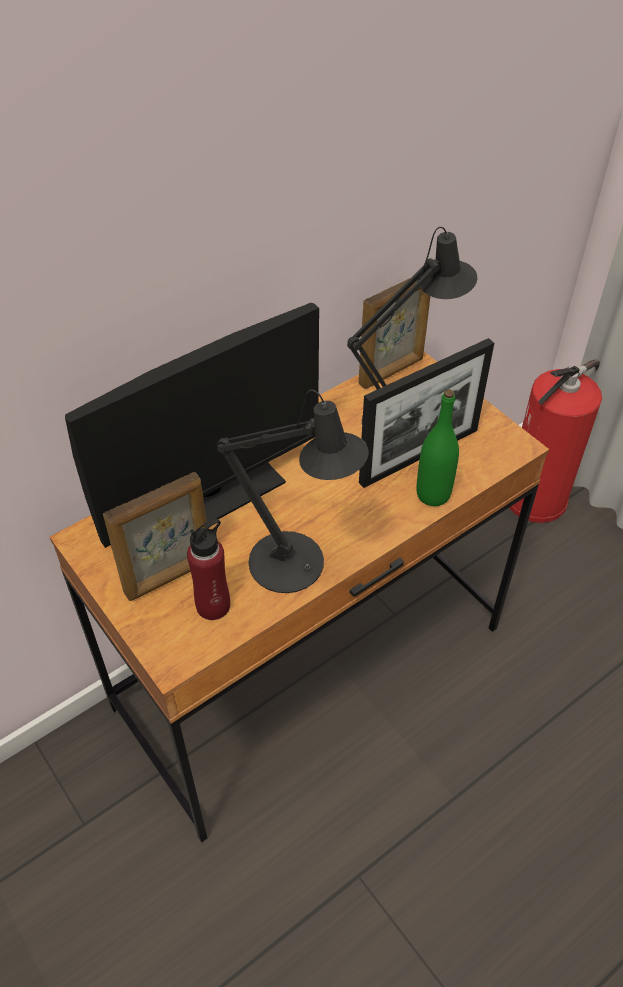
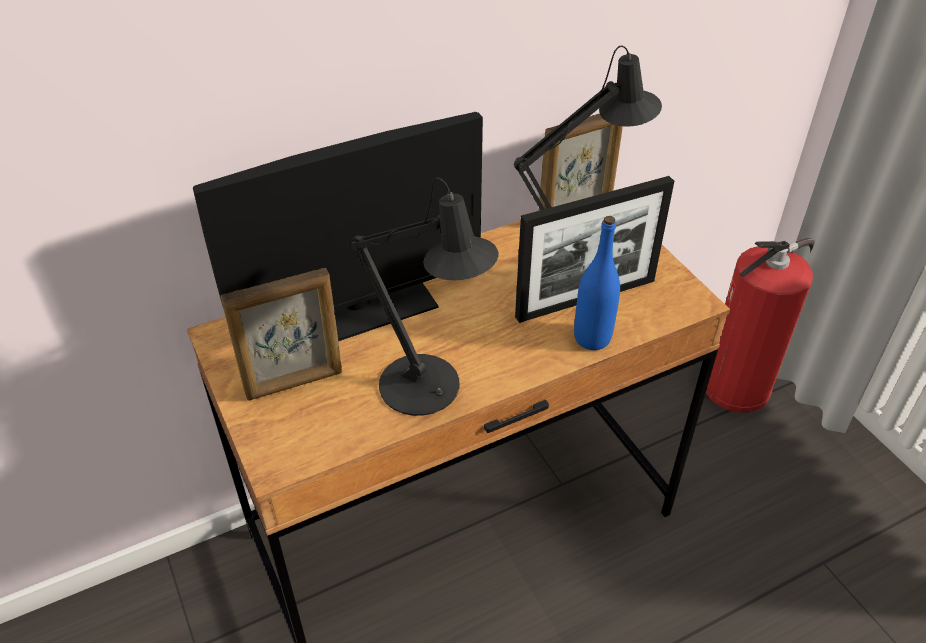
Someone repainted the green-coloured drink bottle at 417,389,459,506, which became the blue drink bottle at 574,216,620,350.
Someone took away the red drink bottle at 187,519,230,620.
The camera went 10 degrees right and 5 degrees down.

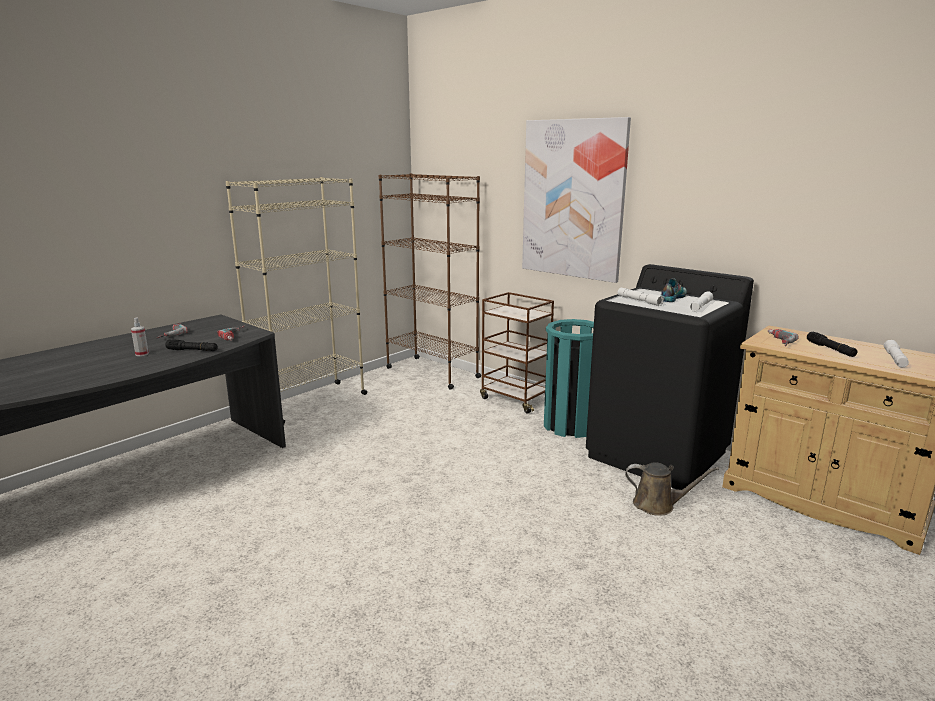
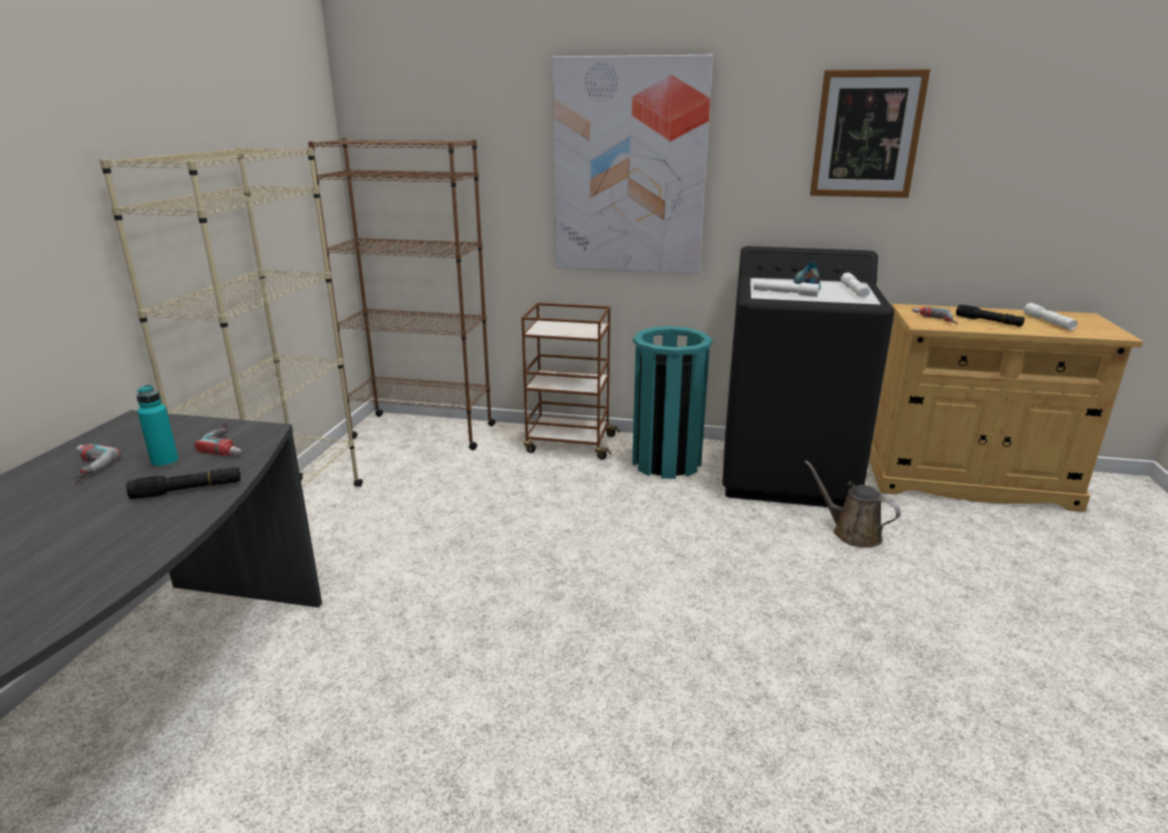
Someone took away the sprayer at 131,317,149,356.
Someone rotated the brown sprinkling can at 625,463,719,516 by 120 degrees counterclockwise.
Someone put up the wall art at 810,69,930,198.
Someone put down the blue-green drink bottle at 136,385,179,469.
The camera went 30 degrees left and 5 degrees up.

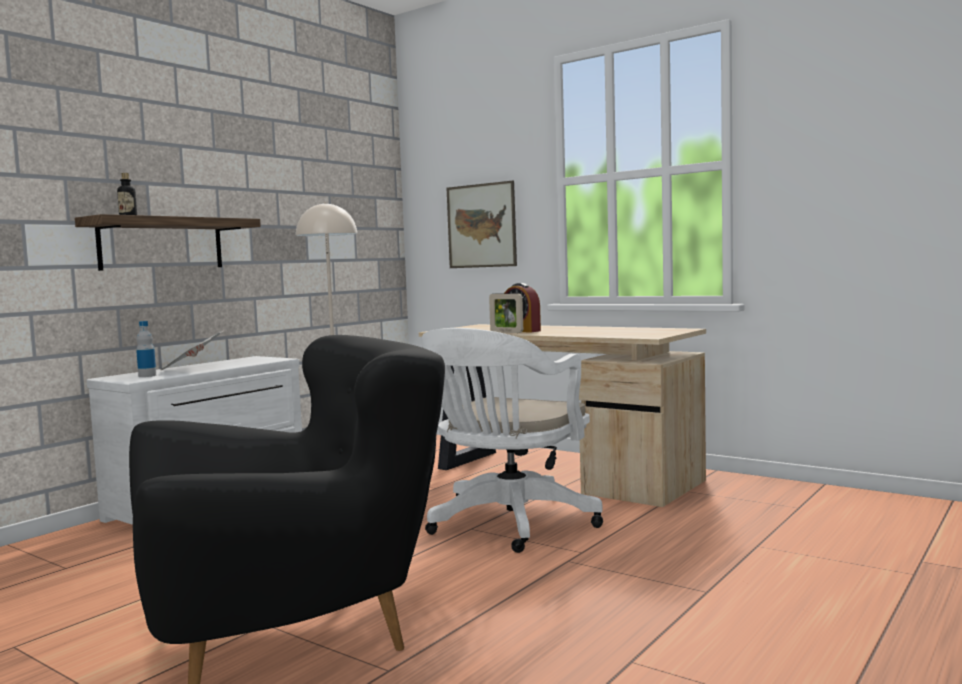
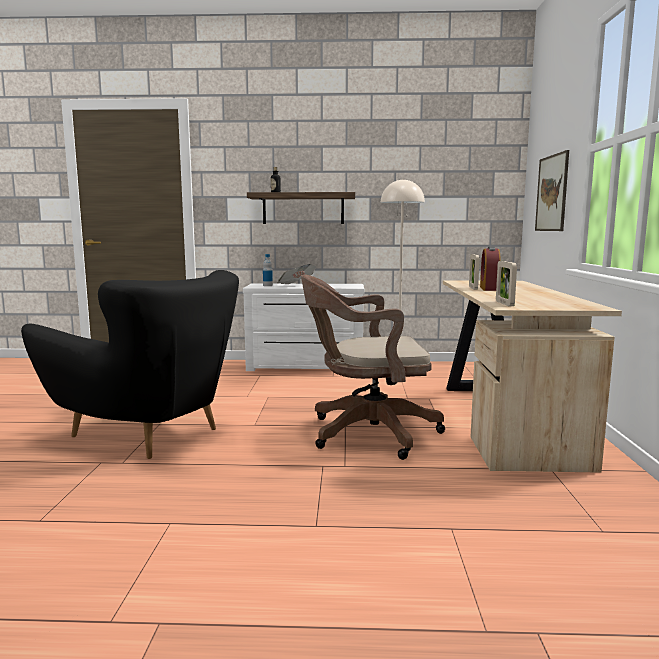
Someone repainted the whitish computer chair at 422,328,603,553, which became the brown computer chair at 301,275,445,460.
Someone put down the standing frame at 496,261,517,306.
The camera went 55 degrees right and 5 degrees up.

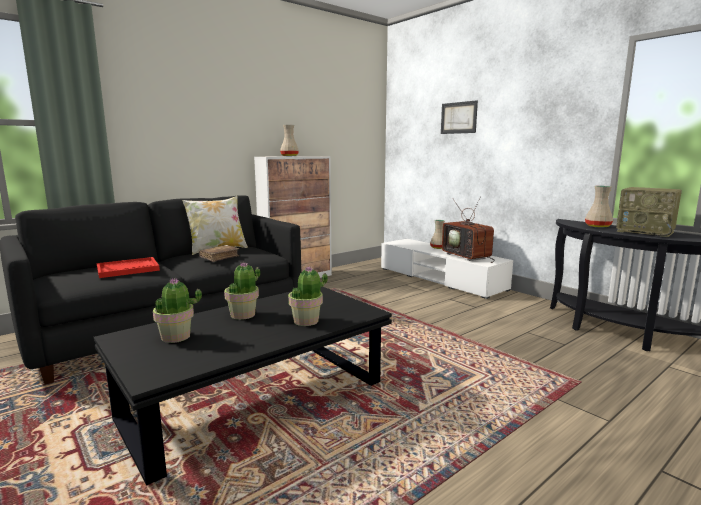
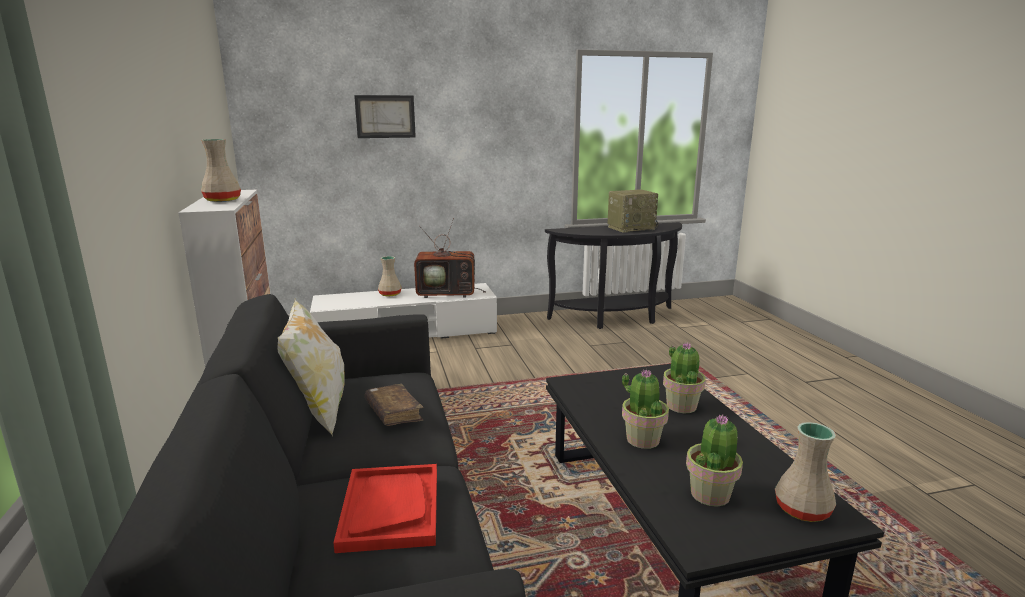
Someone carried the beige vase from 585,186,613,228 to 775,422,836,522.
The camera went 65 degrees left and 5 degrees up.

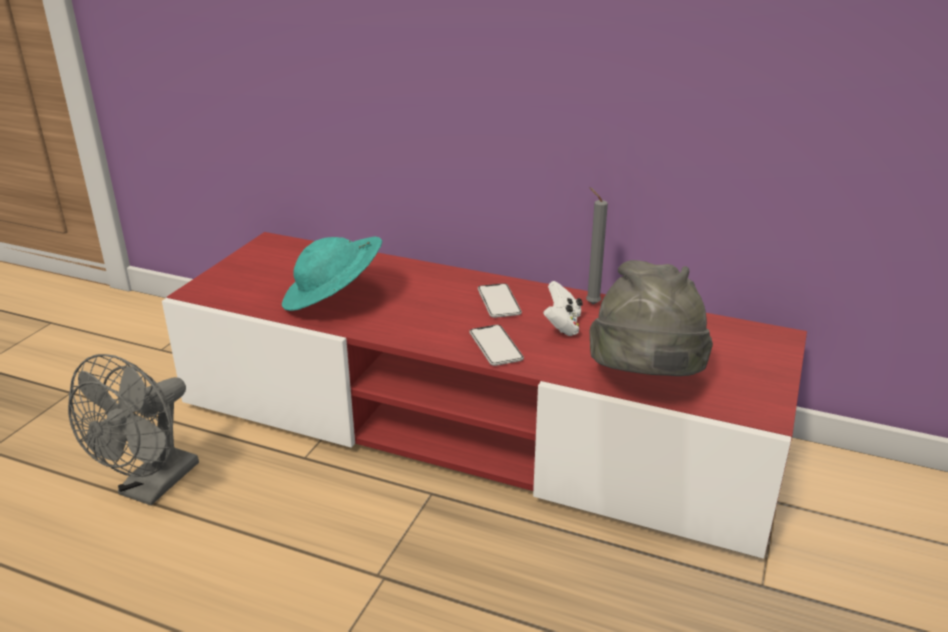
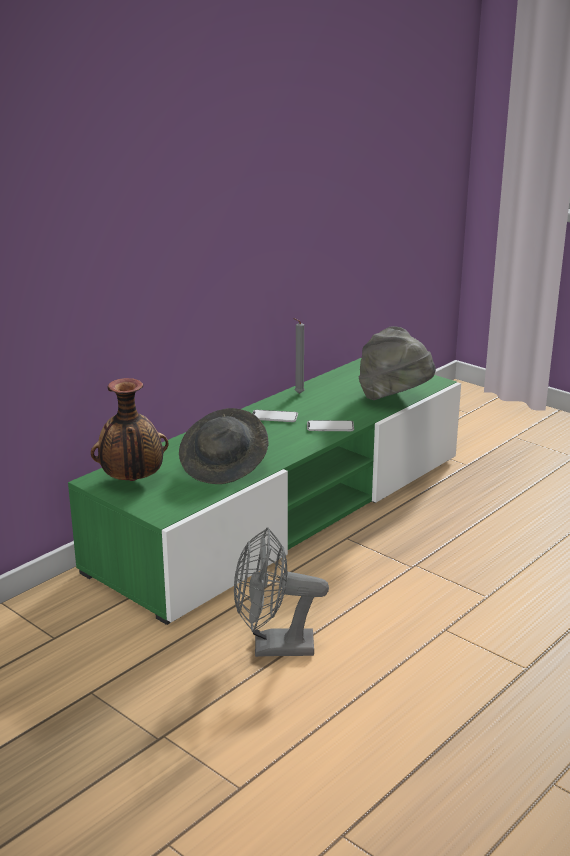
Someone repainted the red tv stand at 162,232,807,559, which became the green-coloured tv stand at 68,358,461,625.
Someone repainted the blue-green hat at 282,237,382,311, which became the grey hat at 179,408,269,484.
Someone took away the whitish game controller at 543,281,583,336.
Someone rotated the grey electric fan at 68,354,199,506 by 135 degrees clockwise.
Someone put down the vase at 91,378,168,481.
The camera went 70 degrees left and 5 degrees down.

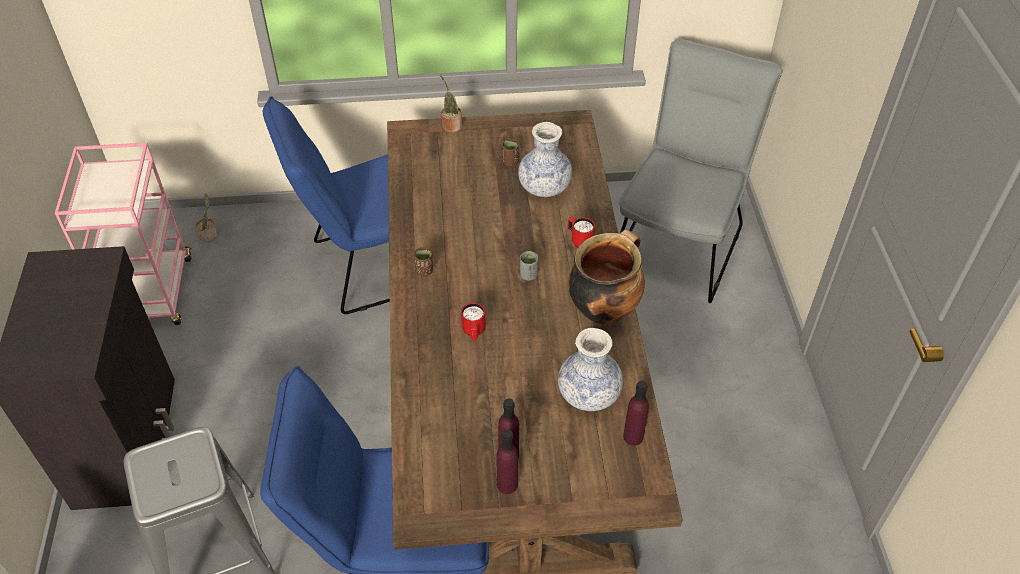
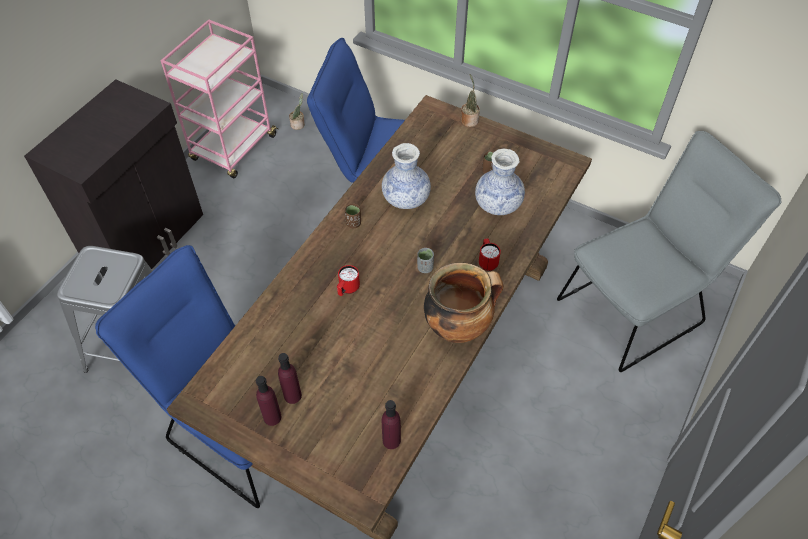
Someone carried the vase from 558,328,623,411 to 382,143,431,209.
The camera went 35 degrees right and 5 degrees up.

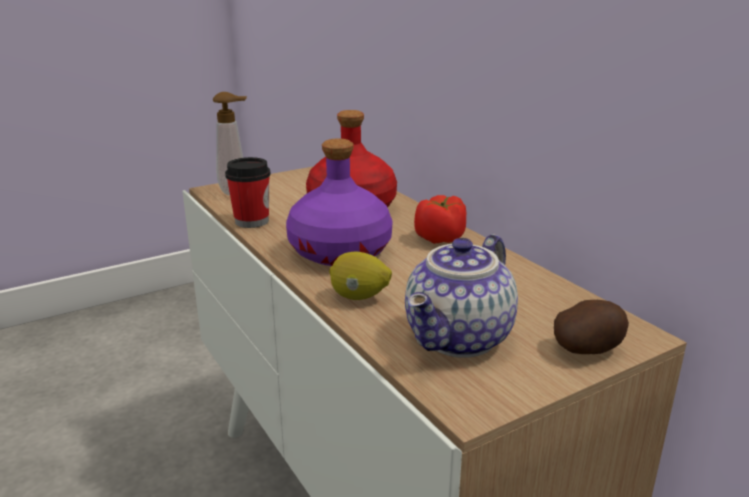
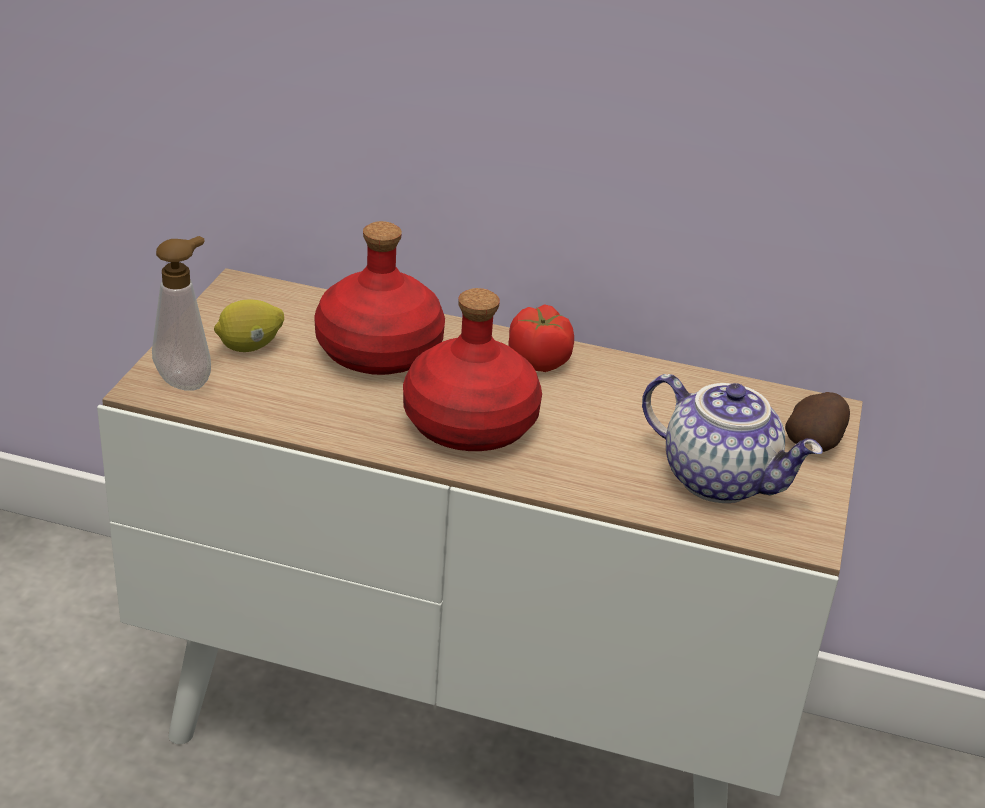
Someone repainted the purple-coloured drink bottle at 286,139,393,266, which became the red drink bottle at 403,288,542,451.
Someone took away the small cup at 225,157,271,228.
Someone rotated the tea pot at 405,234,518,358 by 45 degrees counterclockwise.
Someone carried the citrus fruit from 329,252,392,300 to 214,300,284,352.
The camera went 45 degrees left and 10 degrees up.

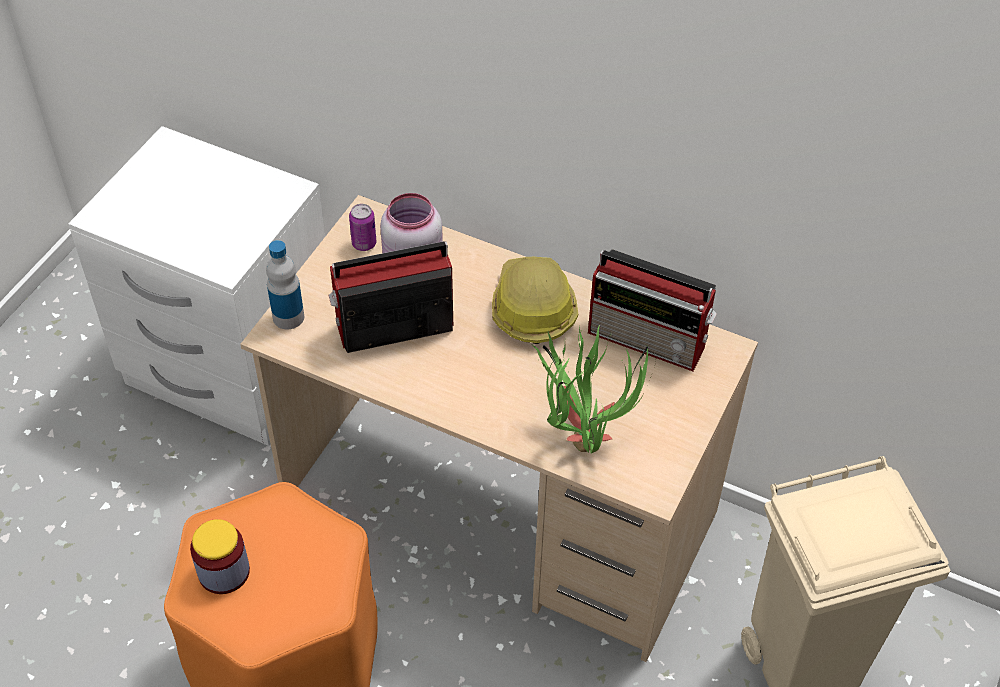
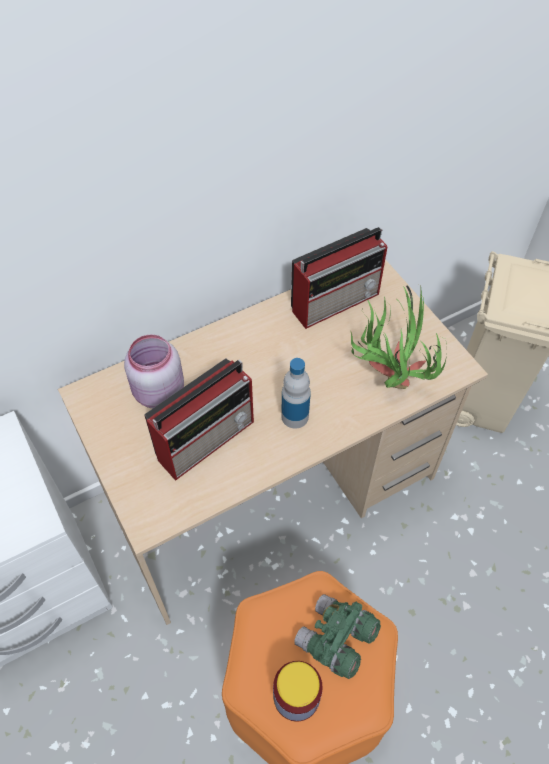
Someone took away the metal can at 349,204,376,251.
Someone carried the drink bottle from 266,240,304,329 to 281,358,311,429.
Someone rotated the radio at 328,241,453,353 by 150 degrees counterclockwise.
Someone took away the work helmet at 492,257,578,344.
Someone put down the green-coloured binoculars at 294,594,381,679.
The camera went 55 degrees left and 5 degrees up.

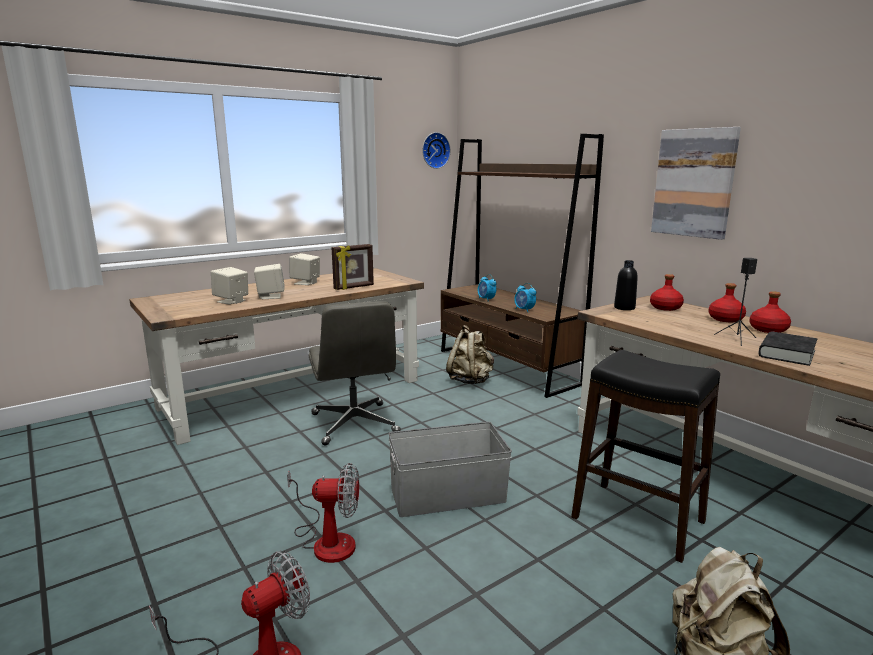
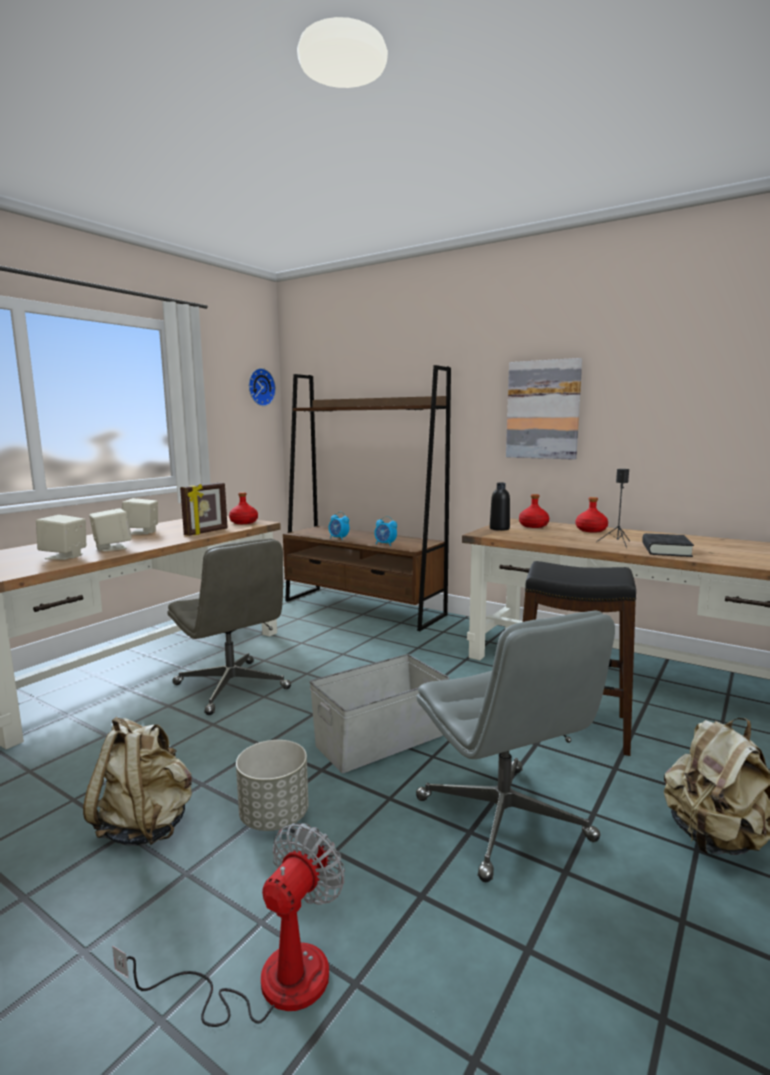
Someone carried the red drink bottle from 749,291,791,333 to 229,492,258,524.
Someone carried the beige backpack from 446,325,494,384 to 83,717,192,846.
Someone swapped the electric fan at 287,463,359,563 for the grey flower pot at 236,740,309,831.
Someone put down the grey computer chair at 416,611,615,882.
The camera went 20 degrees left and 5 degrees down.

